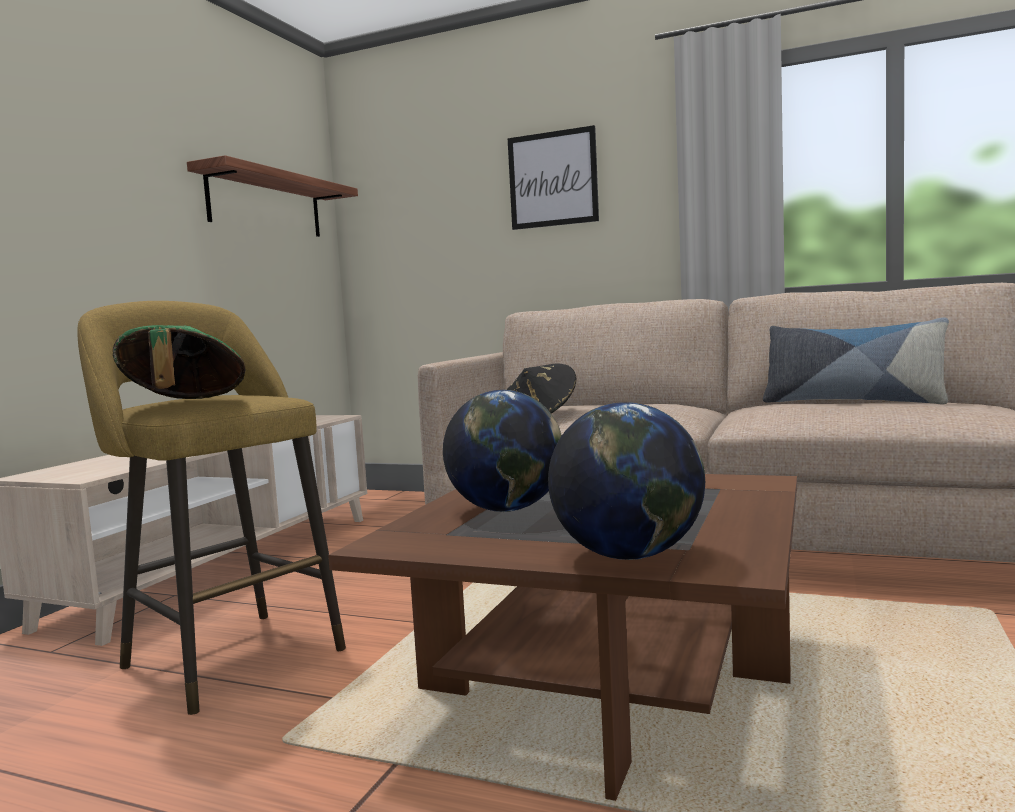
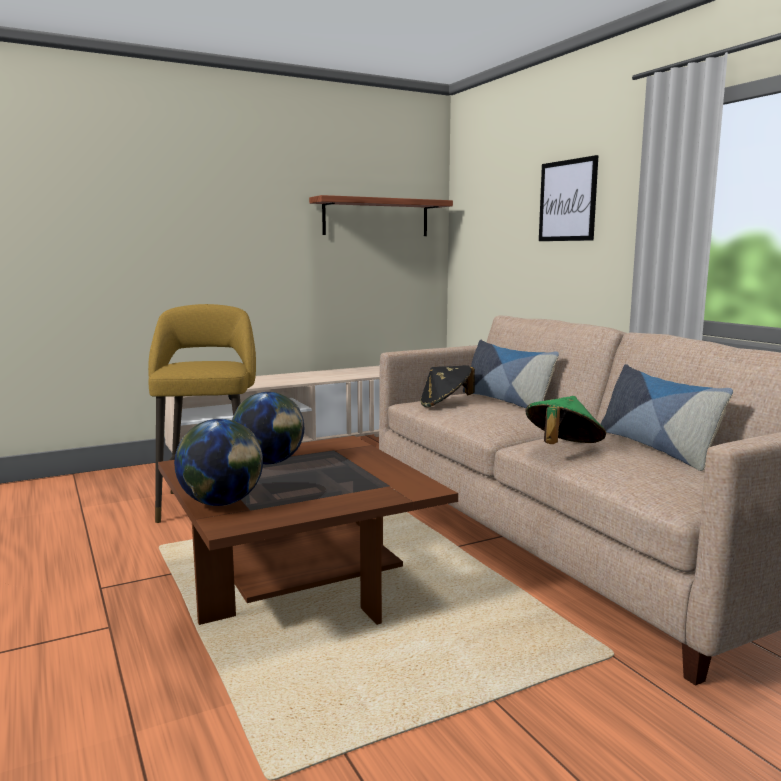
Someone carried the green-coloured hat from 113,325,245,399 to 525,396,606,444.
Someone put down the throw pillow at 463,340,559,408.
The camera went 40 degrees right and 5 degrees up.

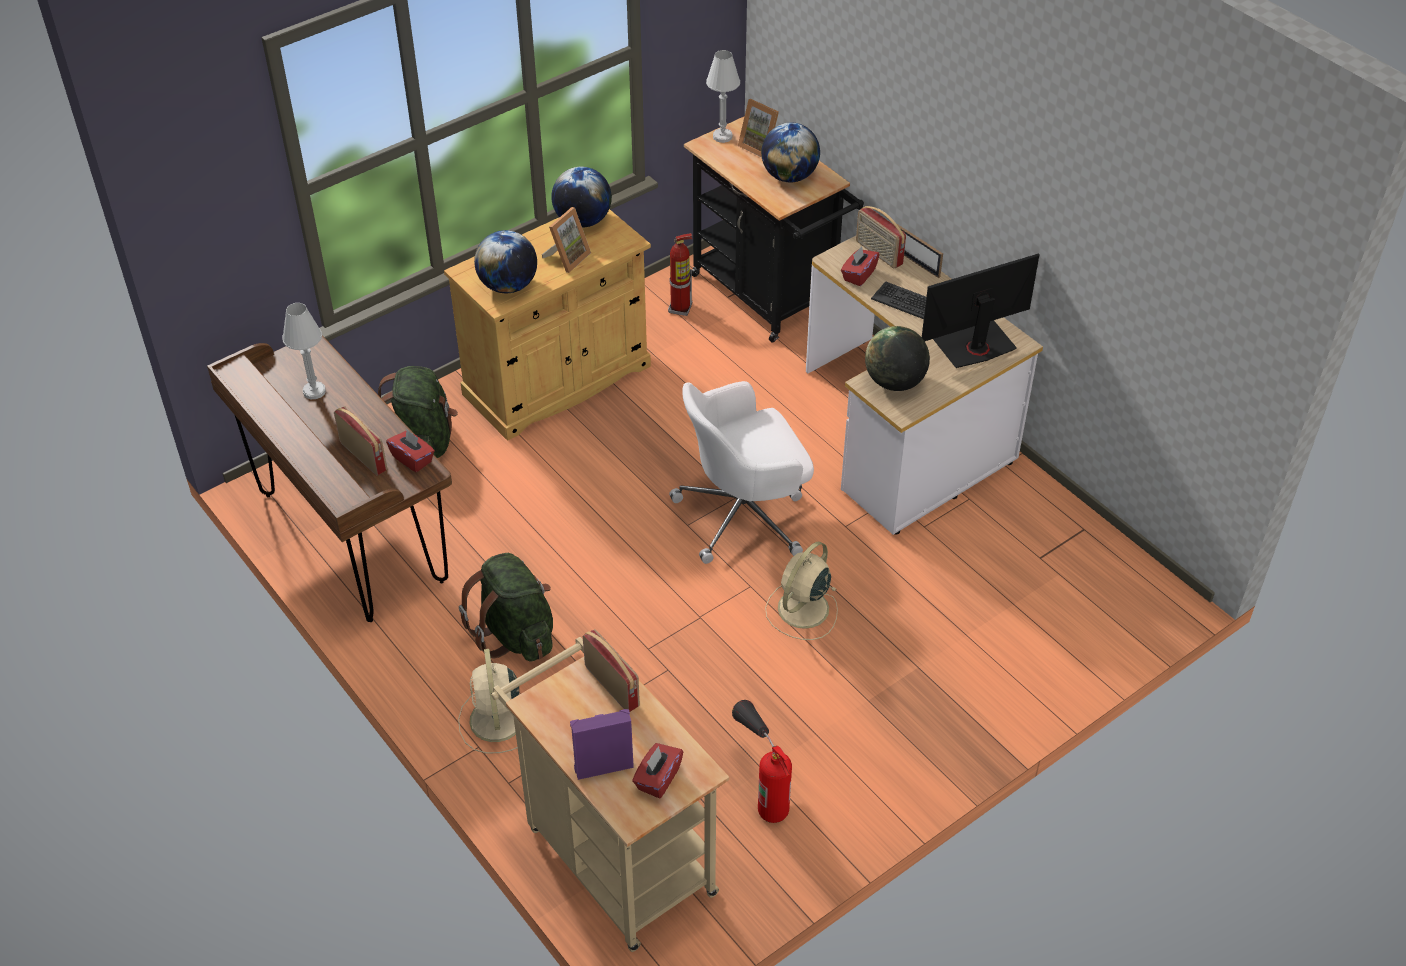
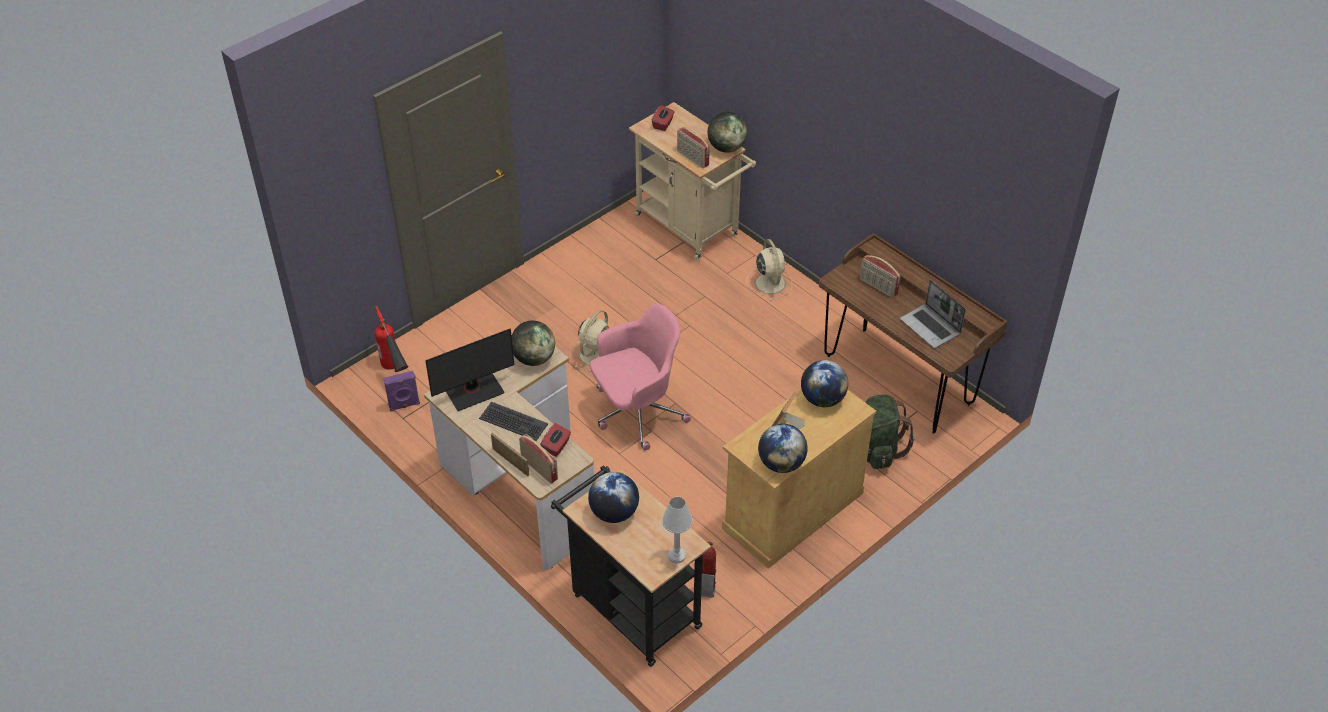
Someone took away the standing frame at 738,99,779,157.
Someone swapped the whitish lamp for a table at 282,303,326,399 for the notebook computer at 900,280,966,348.
Someone repainted the whitish computer chair at 669,381,814,564, which became the pink-coloured computer chair at 590,303,691,451.
Someone took away the red box of tissues at 386,430,435,472.
Someone took away the green-coloured backpack at 459,553,553,662.
Someone carried the extinguisher from 732,700,792,823 to 375,306,408,372.
Someone carried the purple-coloured speaker from 570,709,634,780 to 383,371,420,411.
Someone put down the desk globe at 708,112,747,153.
The camera went 175 degrees right and 0 degrees up.

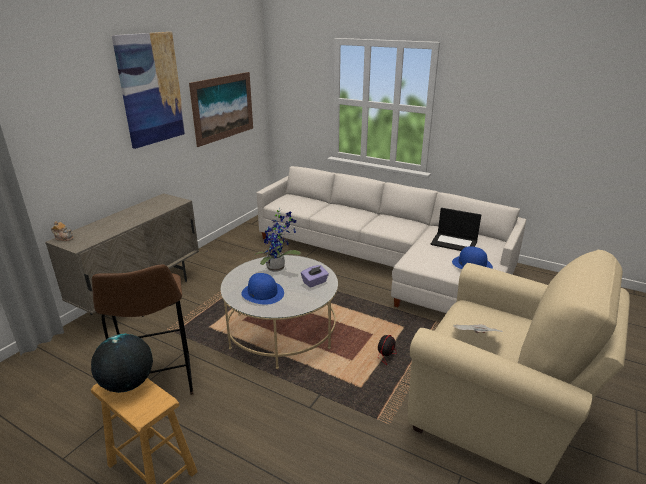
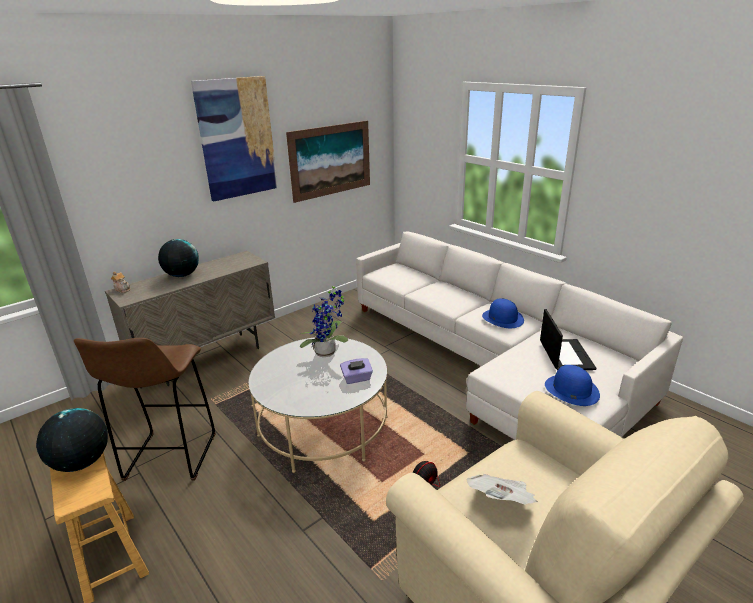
Someone rotated the notebook computer at 431,208,481,251 by 135 degrees counterclockwise.
Someone carried the blue hat from 241,273,284,305 to 482,298,524,328.
Someone put down the desk globe at 158,239,199,277.
The camera went 20 degrees right and 0 degrees up.

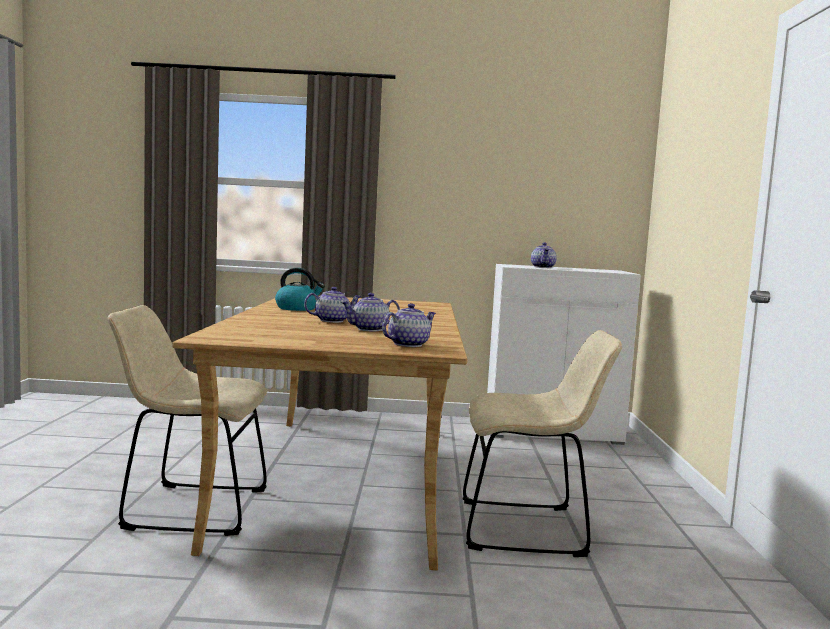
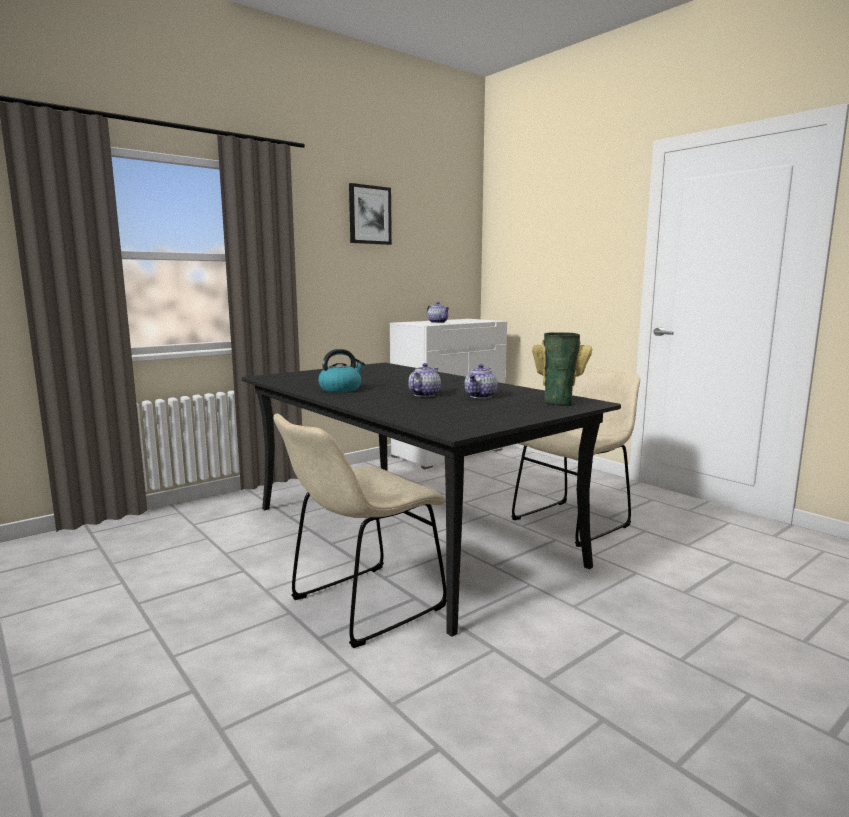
Someone repainted the beige kitchen table at 172,297,467,570, which became the black-coloured kitchen table at 242,363,621,637.
Someone swapped the tea pot at 382,303,436,347 for the vase at 532,332,593,406.
Someone put up the wall art at 349,183,392,245.
The camera went 40 degrees left and 5 degrees up.

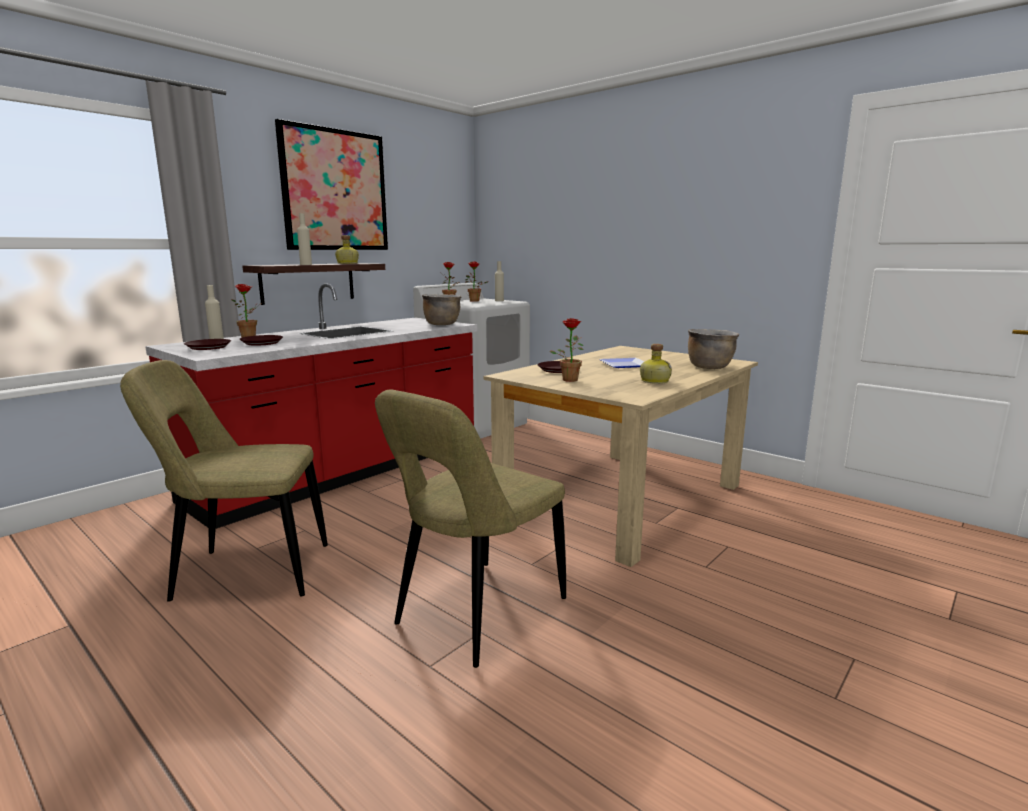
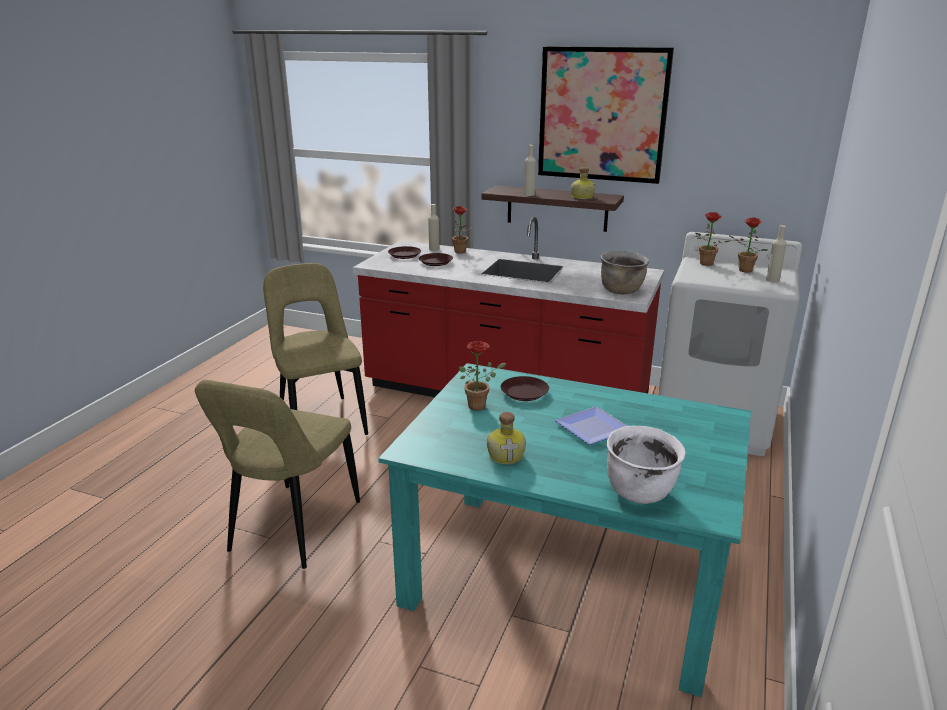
Someone repainted the brown saucepot at 688,329,739,369, which became the whitish saucepot at 607,426,686,504.
Someone repainted the beige kitchen table at 484,346,758,567, which became the blue-green kitchen table at 378,363,751,697.
Someone rotated the beige upright chair at 375,389,566,668 by 90 degrees counterclockwise.
The camera went 70 degrees right and 10 degrees up.

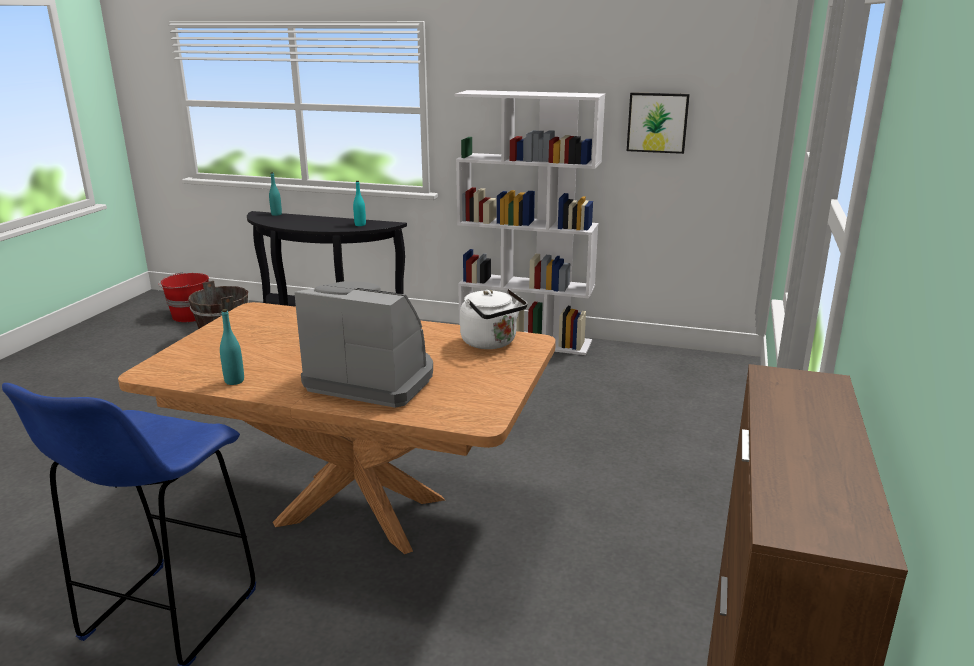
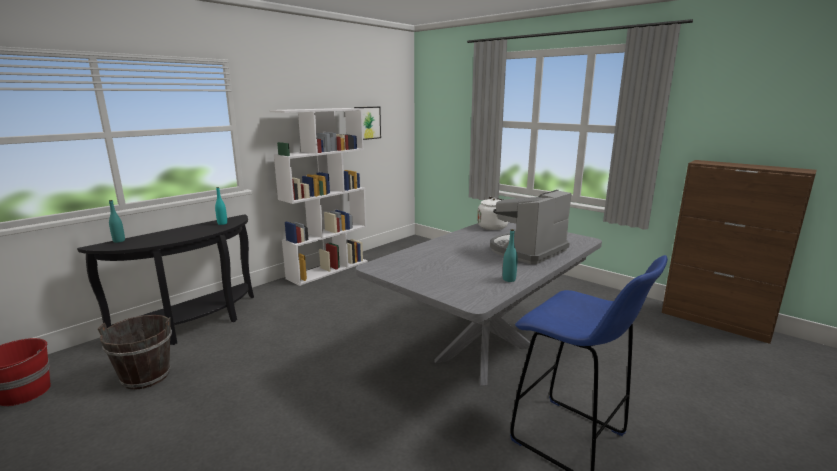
Someone repainted the brown kitchen table at 118,302,556,554, which became the grey kitchen table at 356,222,602,386.
The camera went 65 degrees left and 5 degrees down.

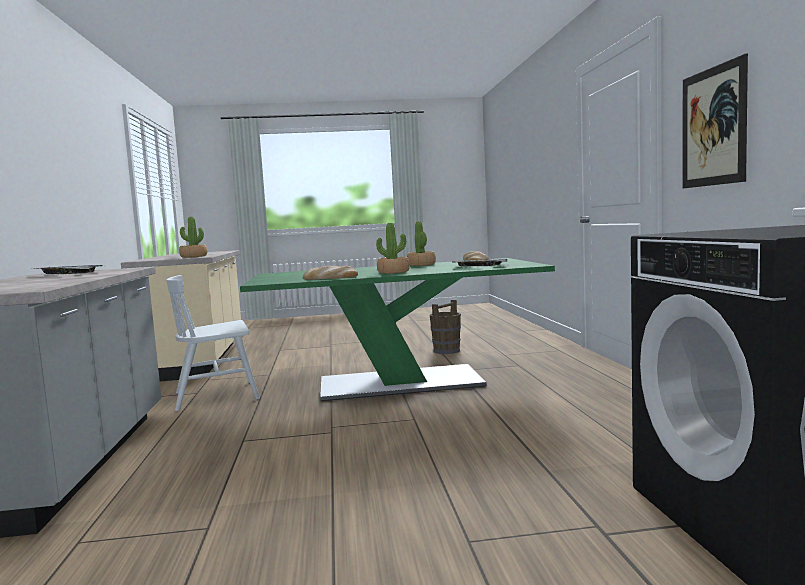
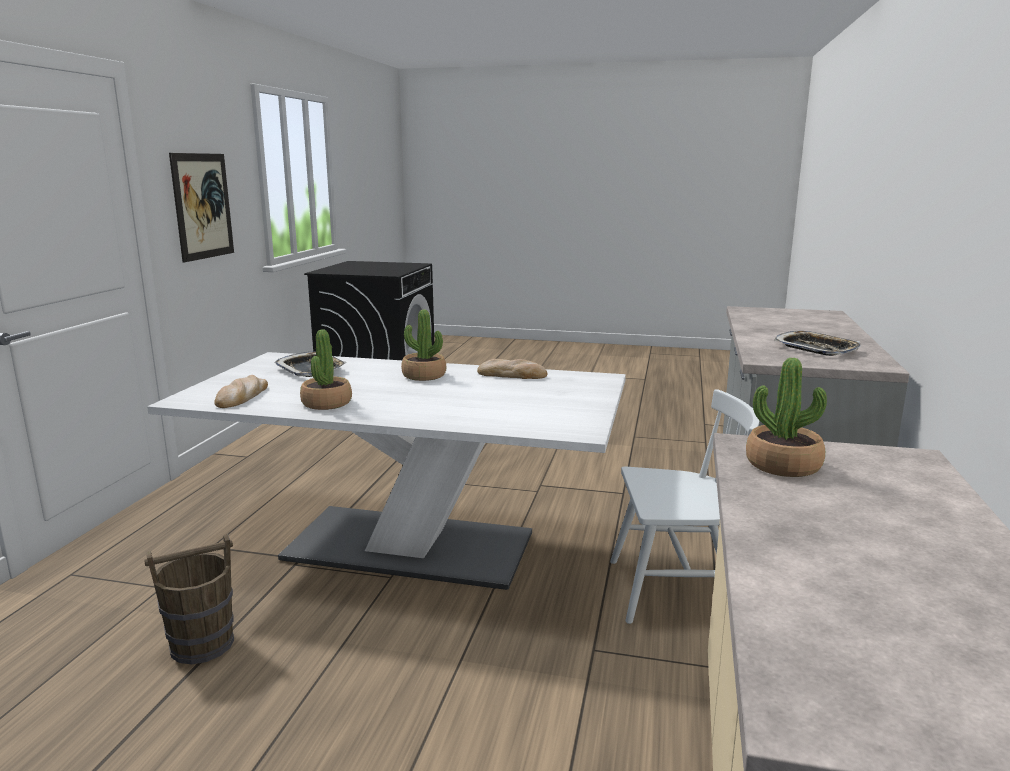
Someone repainted the green-coloured kitchen table at 240,258,555,401, which became the whitish kitchen table at 147,352,626,590.
The camera went 160 degrees left and 10 degrees up.

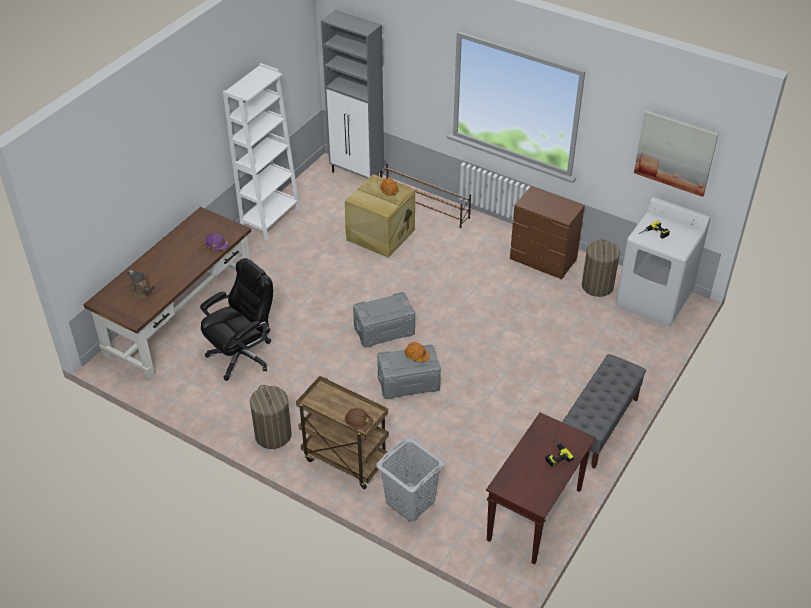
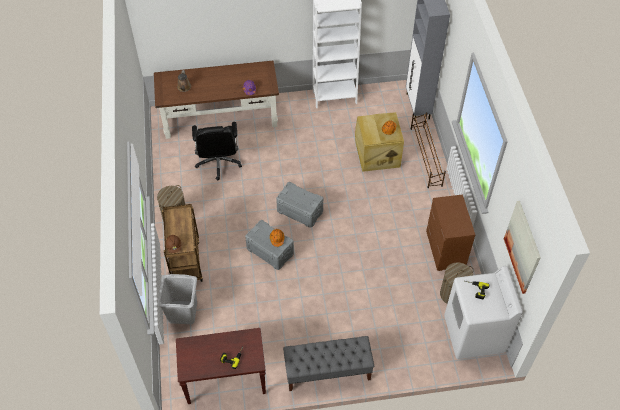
Someone rotated the black-coloured computer chair at 200,258,273,381 by 75 degrees clockwise.
The camera went 50 degrees right and 10 degrees up.

